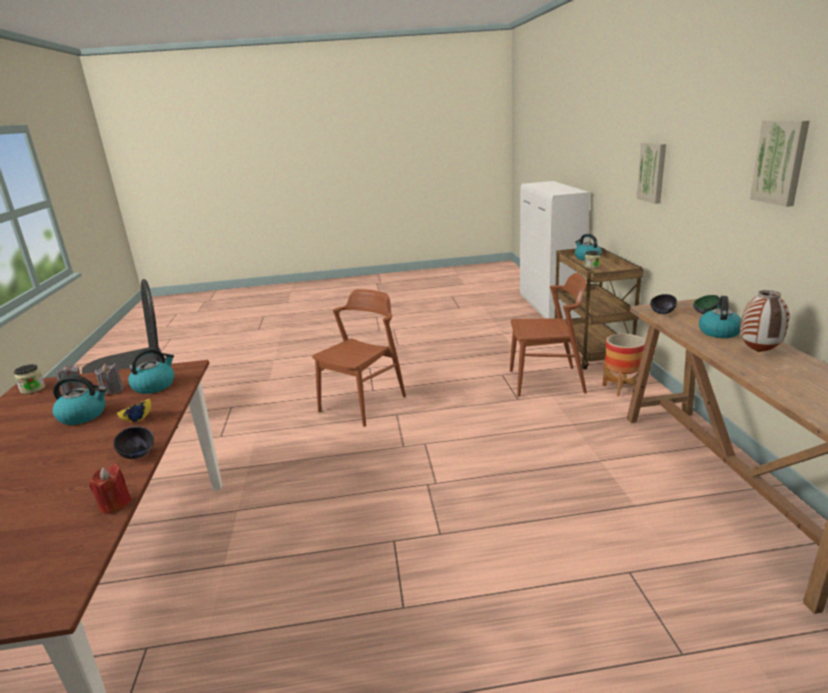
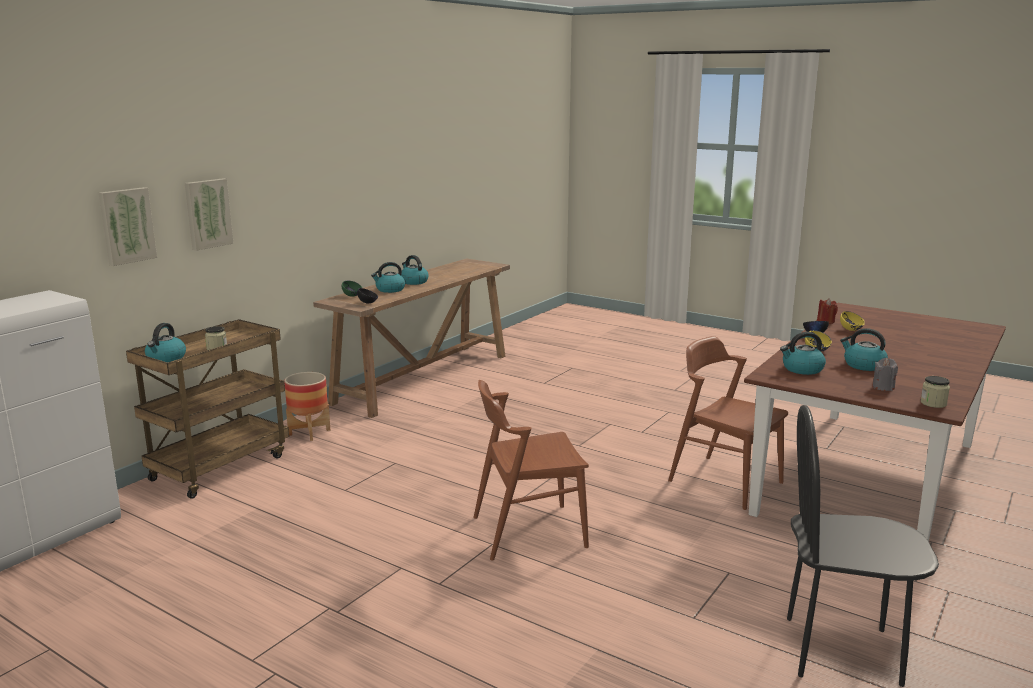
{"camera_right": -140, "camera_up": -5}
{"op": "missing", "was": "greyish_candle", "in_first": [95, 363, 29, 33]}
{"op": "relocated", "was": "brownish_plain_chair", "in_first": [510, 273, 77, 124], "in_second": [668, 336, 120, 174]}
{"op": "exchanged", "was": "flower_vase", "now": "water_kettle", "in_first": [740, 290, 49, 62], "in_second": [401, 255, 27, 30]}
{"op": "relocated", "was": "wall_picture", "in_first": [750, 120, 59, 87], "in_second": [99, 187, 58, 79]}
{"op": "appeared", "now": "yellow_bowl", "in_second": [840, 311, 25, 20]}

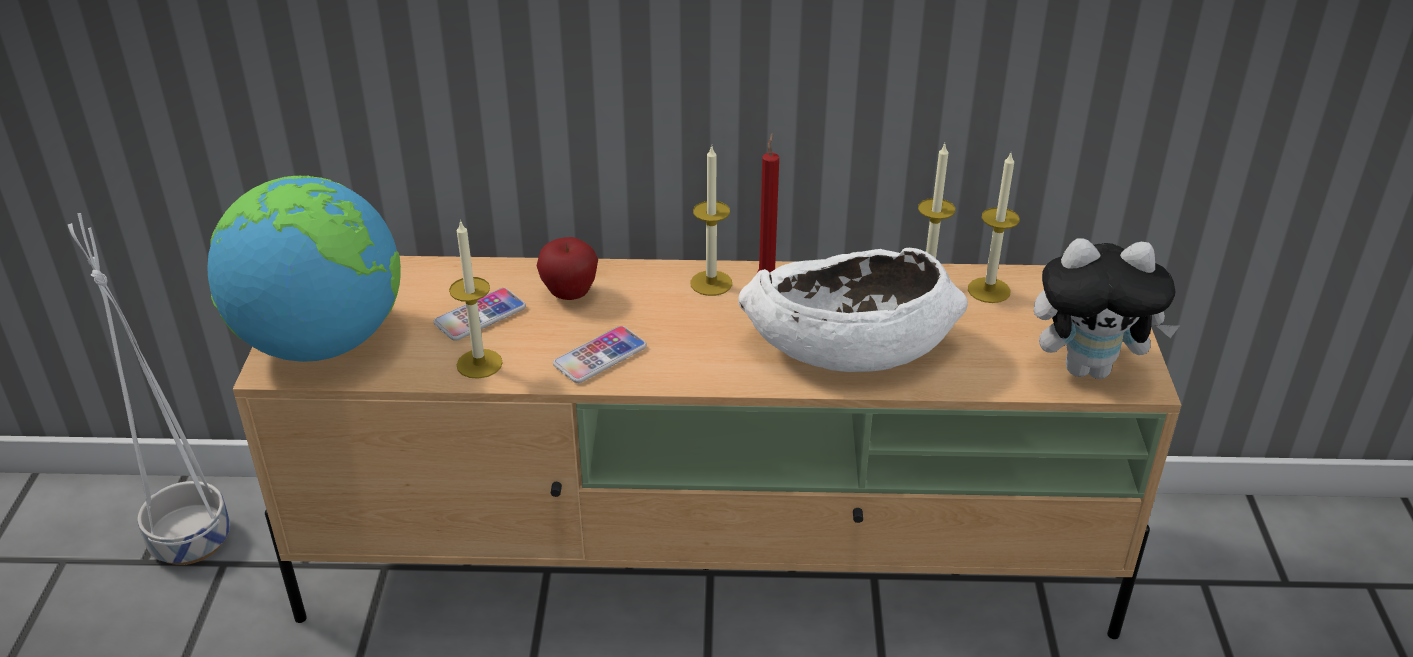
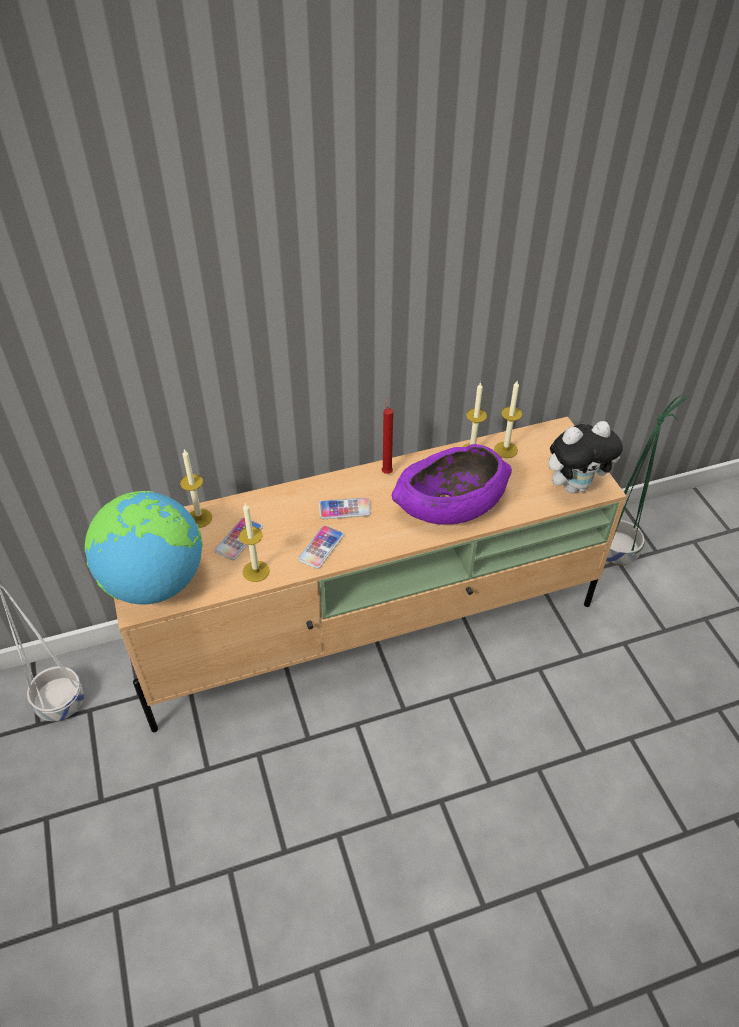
{"camera_right": -20, "camera_up": 10}
{"op": "missing", "was": "apple", "in_first": [537, 237, 61, 63]}
{"op": "relocated", "was": "candle", "in_first": [690, 146, 42, 150], "in_second": [180, 449, 32, 79]}
{"op": "colour", "was": "whitish_bowl", "now": "purplish_bowl", "in_first": [738, 248, 230, 124], "in_second": [392, 444, 120, 81]}
{"op": "appeared", "now": "telephone", "in_second": [319, 497, 52, 22]}
{"op": "appeared", "now": "green-coloured_flower_pot", "in_second": [606, 395, 81, 170]}

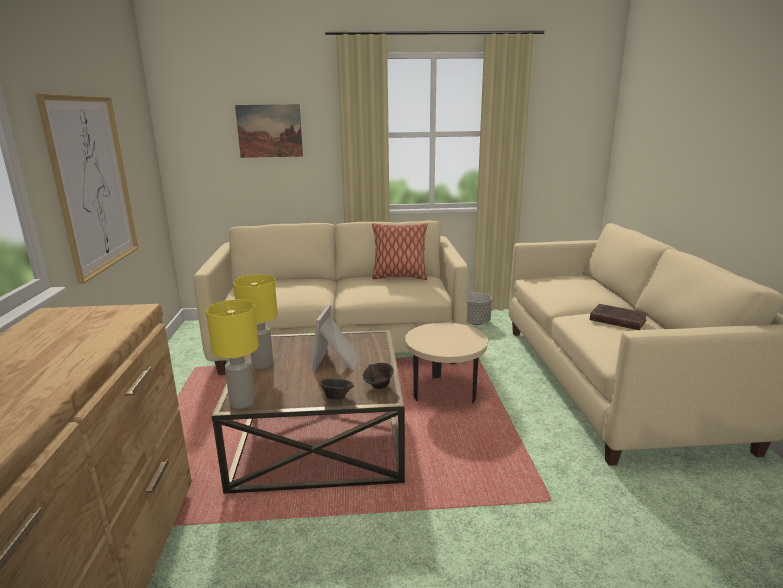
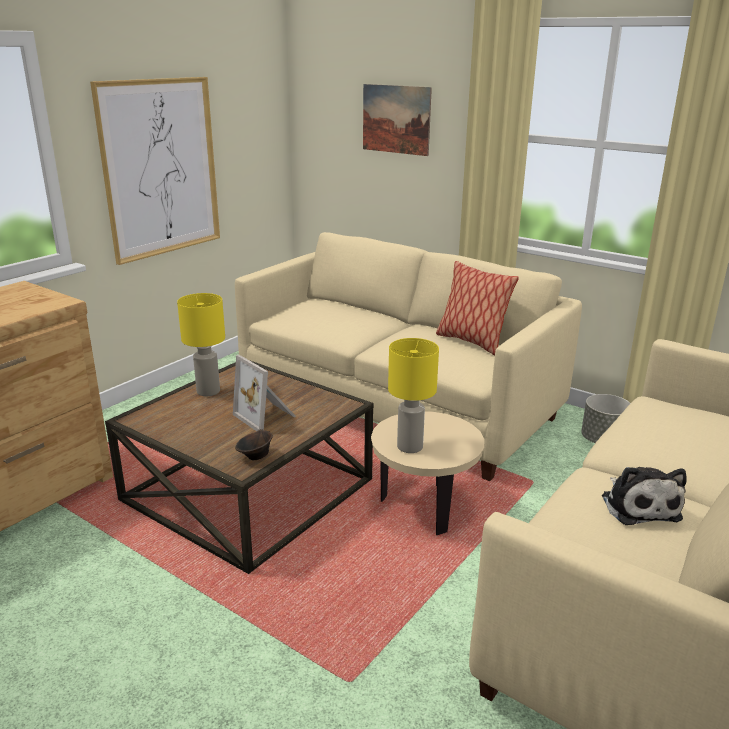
{"camera_right": 40, "camera_up": 5}
{"op": "relocated", "was": "yellow_table_lamp", "in_first": [206, 300, 53, 109], "in_second": [388, 338, 51, 115]}
{"op": "spun", "was": "picture_frame", "in_first": [312, 304, 48, 67], "in_second": [233, 355, 63, 76], "clockwise": -90}
{"op": "missing", "was": "brownish_bowl", "in_first": [319, 379, 35, 21]}
{"op": "exchanged", "was": "brownish_bound_book", "now": "plush_toy", "in_first": [590, 304, 58, 26], "in_second": [602, 467, 85, 58]}

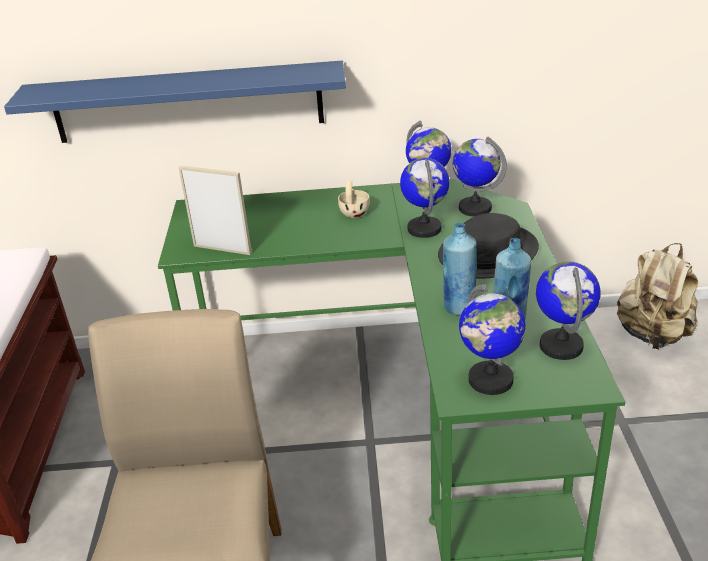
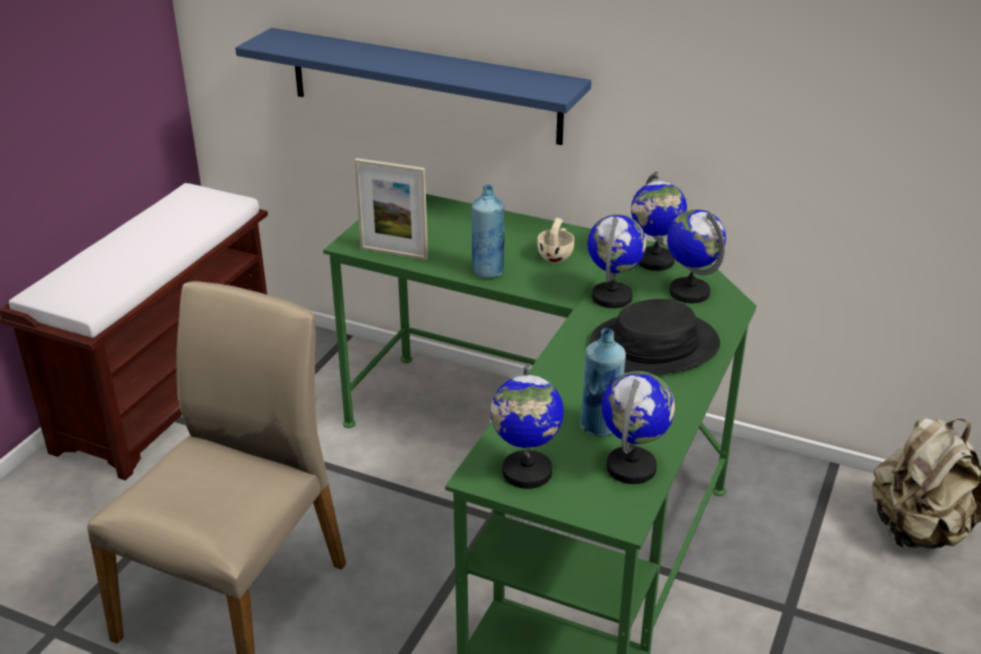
{"camera_right": 25, "camera_up": 0}
{"op": "spun", "was": "picture_frame", "in_first": [178, 165, 74, 90], "in_second": [355, 158, 73, 102], "clockwise": 150}
{"op": "relocated", "was": "bluish_drink_bottle", "in_first": [443, 223, 34, 93], "in_second": [472, 184, 33, 95]}

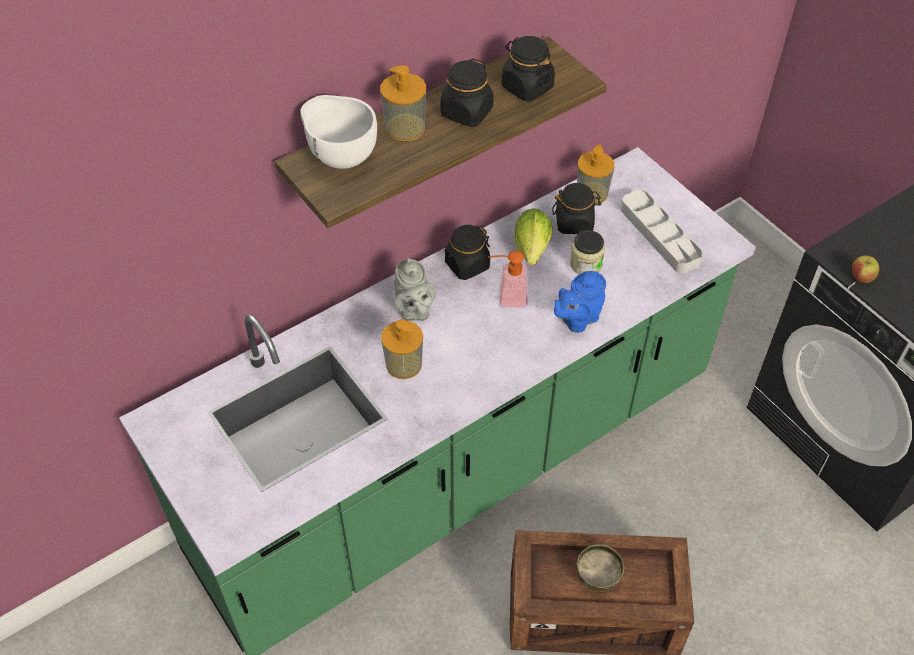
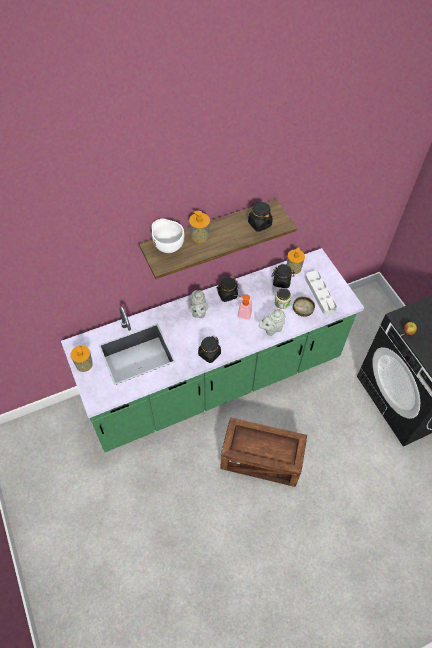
{"camera_right": 10, "camera_up": 5}
{"op": "relocated", "was": "liquid_soap_bottle", "in_first": [381, 319, 42, 60], "in_second": [71, 346, 22, 26]}
{"op": "relocated", "was": "black_jar", "in_first": [440, 58, 54, 69], "in_second": [198, 336, 23, 27]}
{"op": "missing", "was": "head_of_lettuce", "in_first": [514, 208, 38, 57]}
{"op": "colour", "was": "bluish_teapot", "now": "greyish_teapot", "in_first": [554, 271, 52, 62], "in_second": [259, 309, 27, 27]}
{"op": "relocated", "was": "bowl", "in_first": [576, 544, 48, 48], "in_second": [293, 296, 22, 21]}

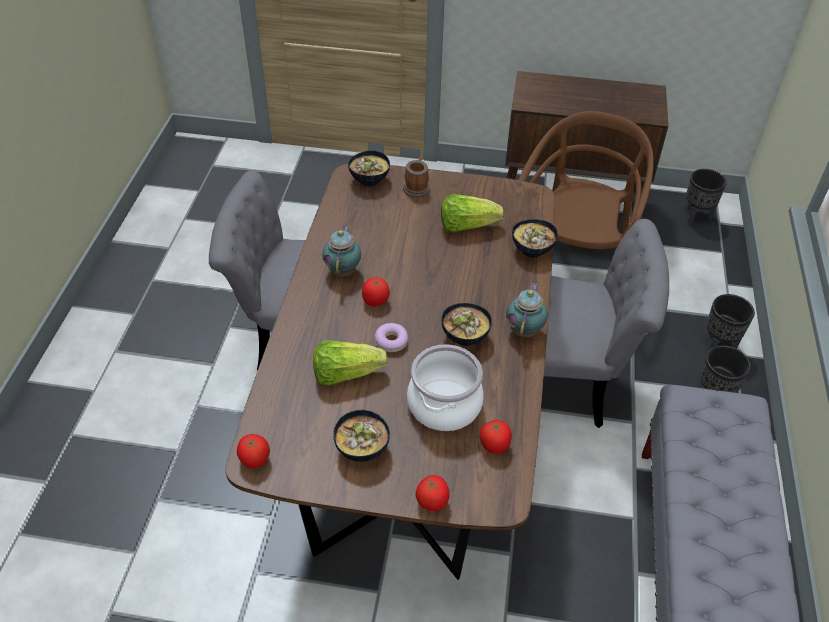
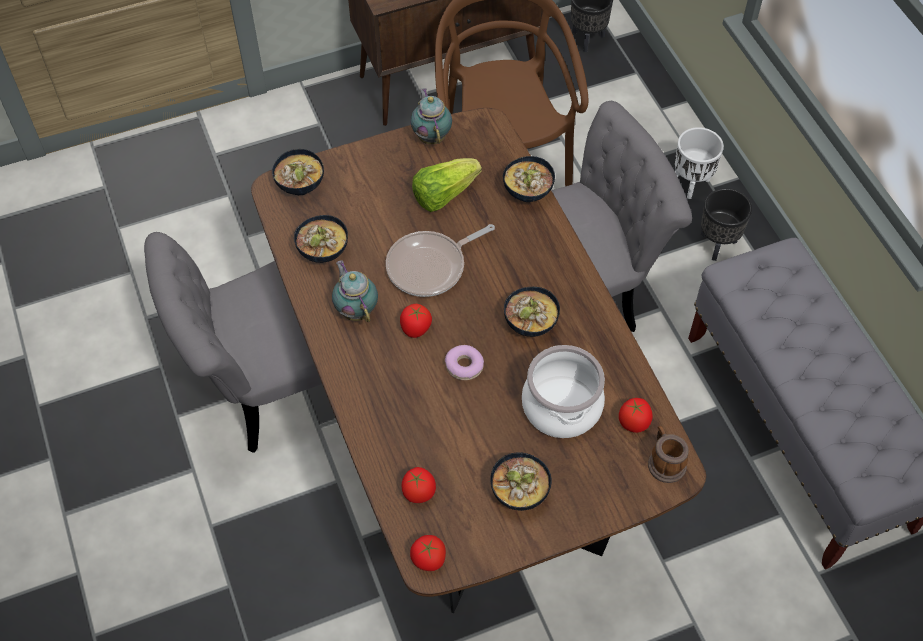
{"camera_right": -30, "camera_up": 10}
{"op": "missing", "was": "head_of_lettuce", "in_first": [313, 340, 75, 45]}
{"op": "relocated", "was": "coffee_mug", "in_first": [403, 157, 27, 40], "in_second": [648, 425, 41, 58]}
{"op": "relocated", "was": "tomato", "in_first": [416, 475, 34, 36], "in_second": [402, 467, 34, 36]}
{"op": "relocated", "was": "teapot", "in_first": [506, 283, 42, 54], "in_second": [410, 88, 42, 56]}
{"op": "colour", "was": "black_flower_pot", "now": "whitish_flower_pot", "in_first": [707, 294, 48, 55], "in_second": [675, 127, 49, 72]}
{"op": "appeared", "now": "bowl", "in_second": [294, 215, 54, 48]}
{"op": "appeared", "now": "pan", "in_second": [386, 224, 109, 73]}

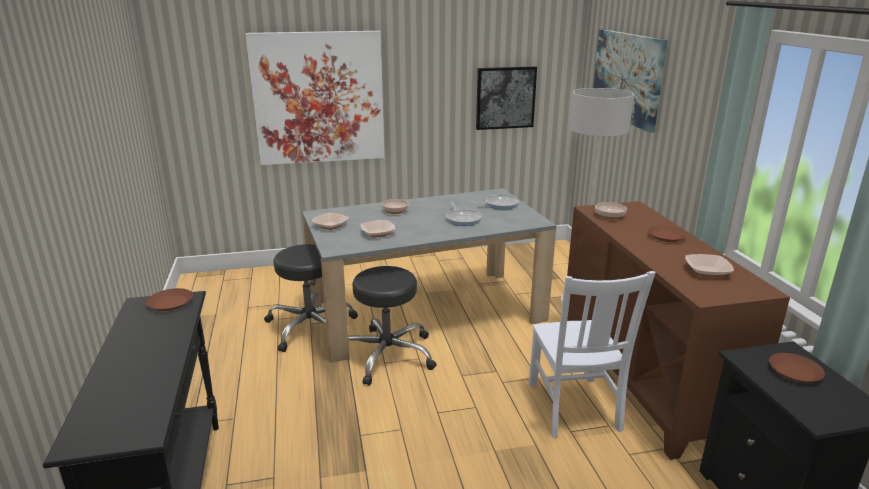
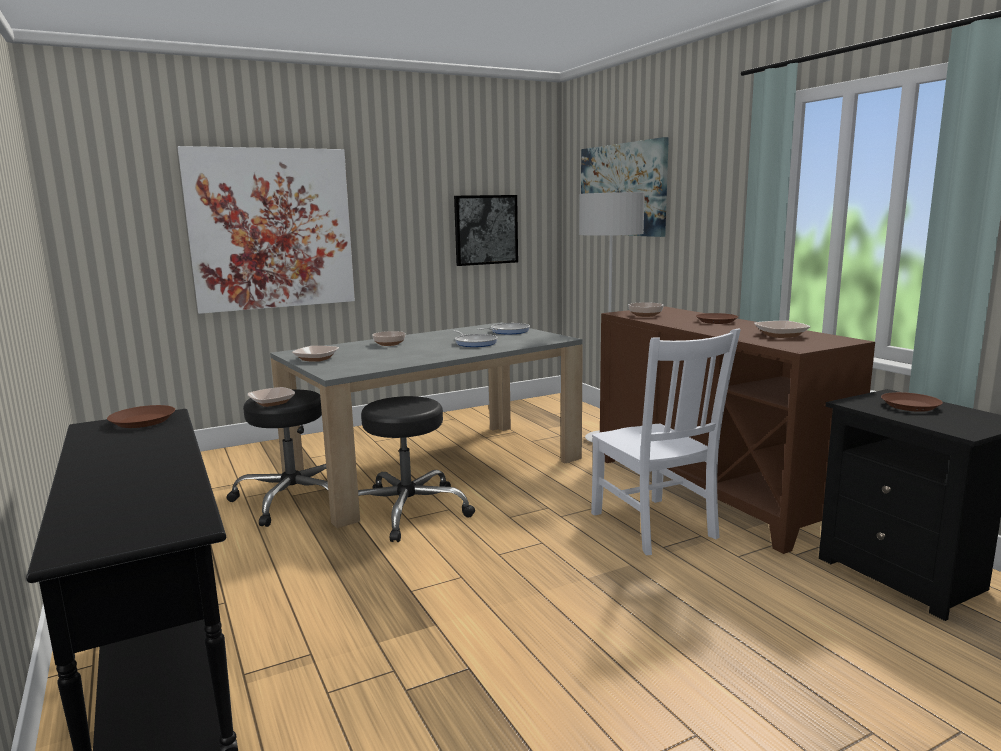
{"camera_right": -15, "camera_up": -10}
{"op": "relocated", "was": "bowl", "in_first": [360, 220, 36, 18], "in_second": [248, 387, 47, 20]}

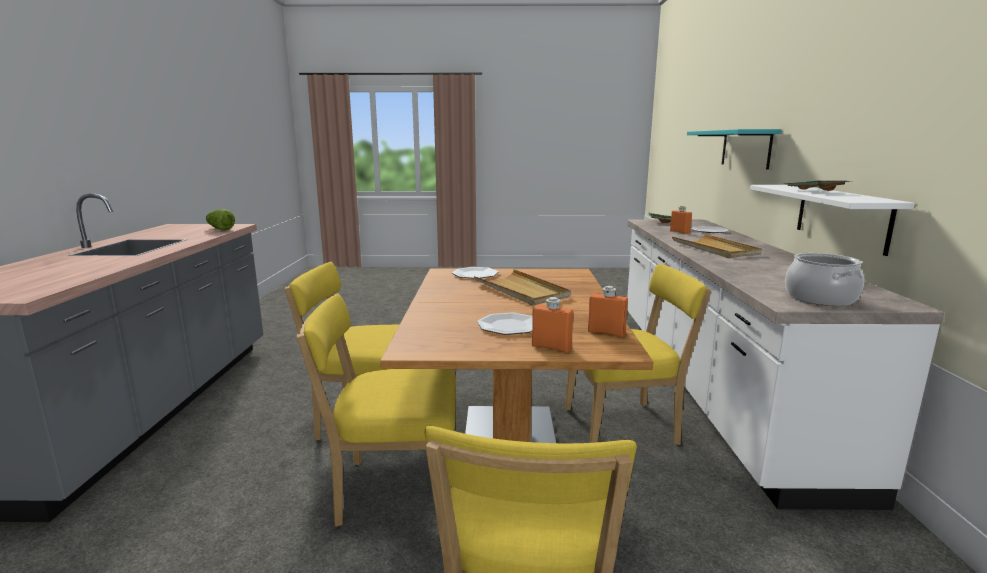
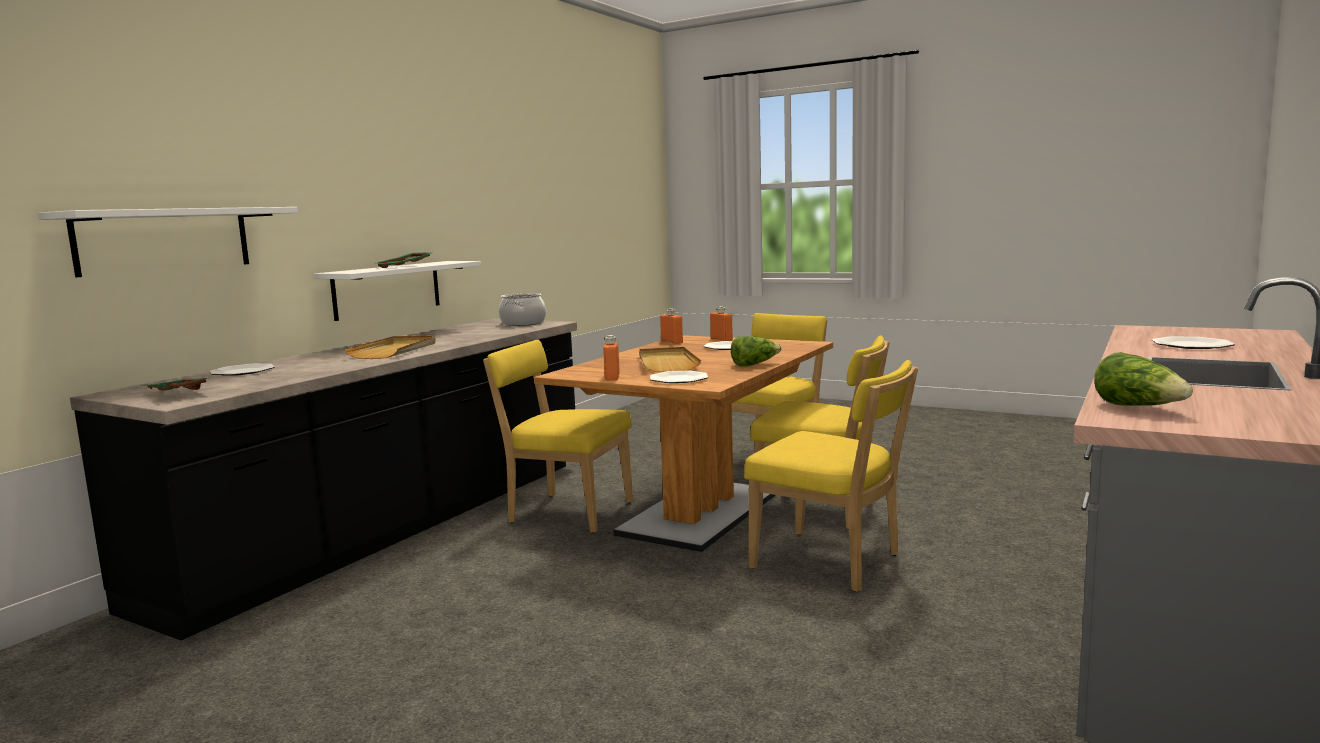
{"camera_right": -150, "camera_up": -5}
{"op": "colour", "was": "whitish_kitchen_base_unit", "now": "black_kitchen_base_unit", "in_first": [627, 220, 317, 290], "in_second": [70, 319, 507, 321]}
{"op": "relocated", "was": "orange-coloured_drink_bottle", "in_first": [670, 206, 22, 28], "in_second": [603, 335, 17, 46]}
{"op": "colour", "was": "turquoise_bracket_shelf", "now": "whitish_bracket_shelf", "in_first": [687, 129, 95, 41], "in_second": [38, 207, 260, 70]}
{"op": "appeared", "now": "head_of_lettuce", "in_second": [731, 336, 51, 31]}
{"op": "appeared", "now": "dinner_plate", "in_second": [1152, 337, 83, 12]}

